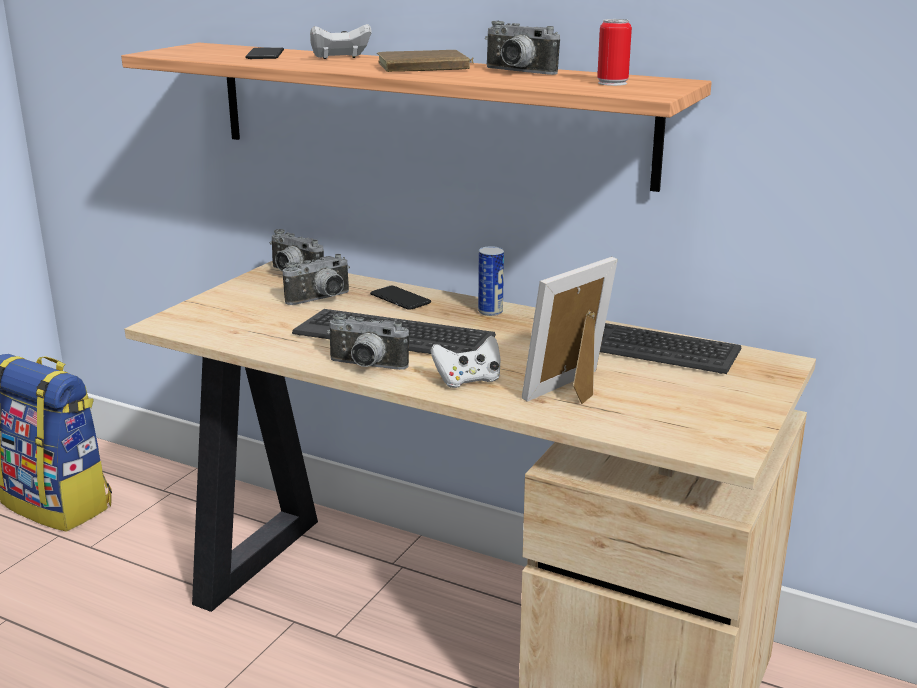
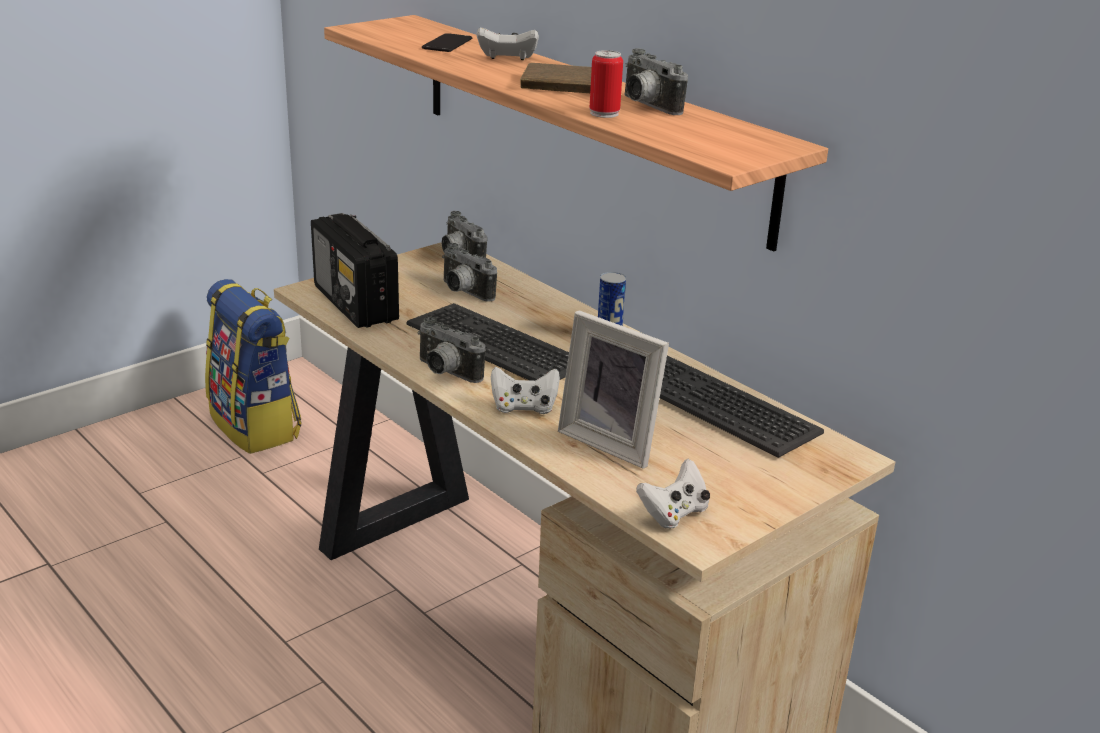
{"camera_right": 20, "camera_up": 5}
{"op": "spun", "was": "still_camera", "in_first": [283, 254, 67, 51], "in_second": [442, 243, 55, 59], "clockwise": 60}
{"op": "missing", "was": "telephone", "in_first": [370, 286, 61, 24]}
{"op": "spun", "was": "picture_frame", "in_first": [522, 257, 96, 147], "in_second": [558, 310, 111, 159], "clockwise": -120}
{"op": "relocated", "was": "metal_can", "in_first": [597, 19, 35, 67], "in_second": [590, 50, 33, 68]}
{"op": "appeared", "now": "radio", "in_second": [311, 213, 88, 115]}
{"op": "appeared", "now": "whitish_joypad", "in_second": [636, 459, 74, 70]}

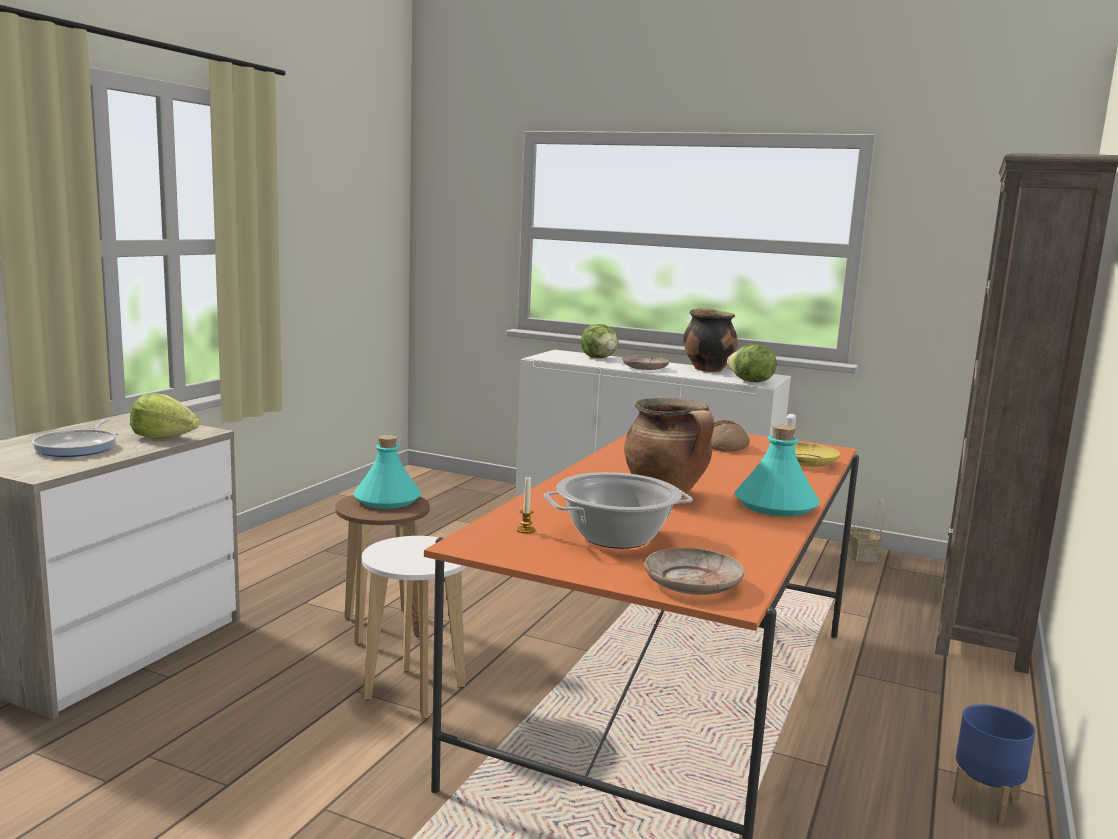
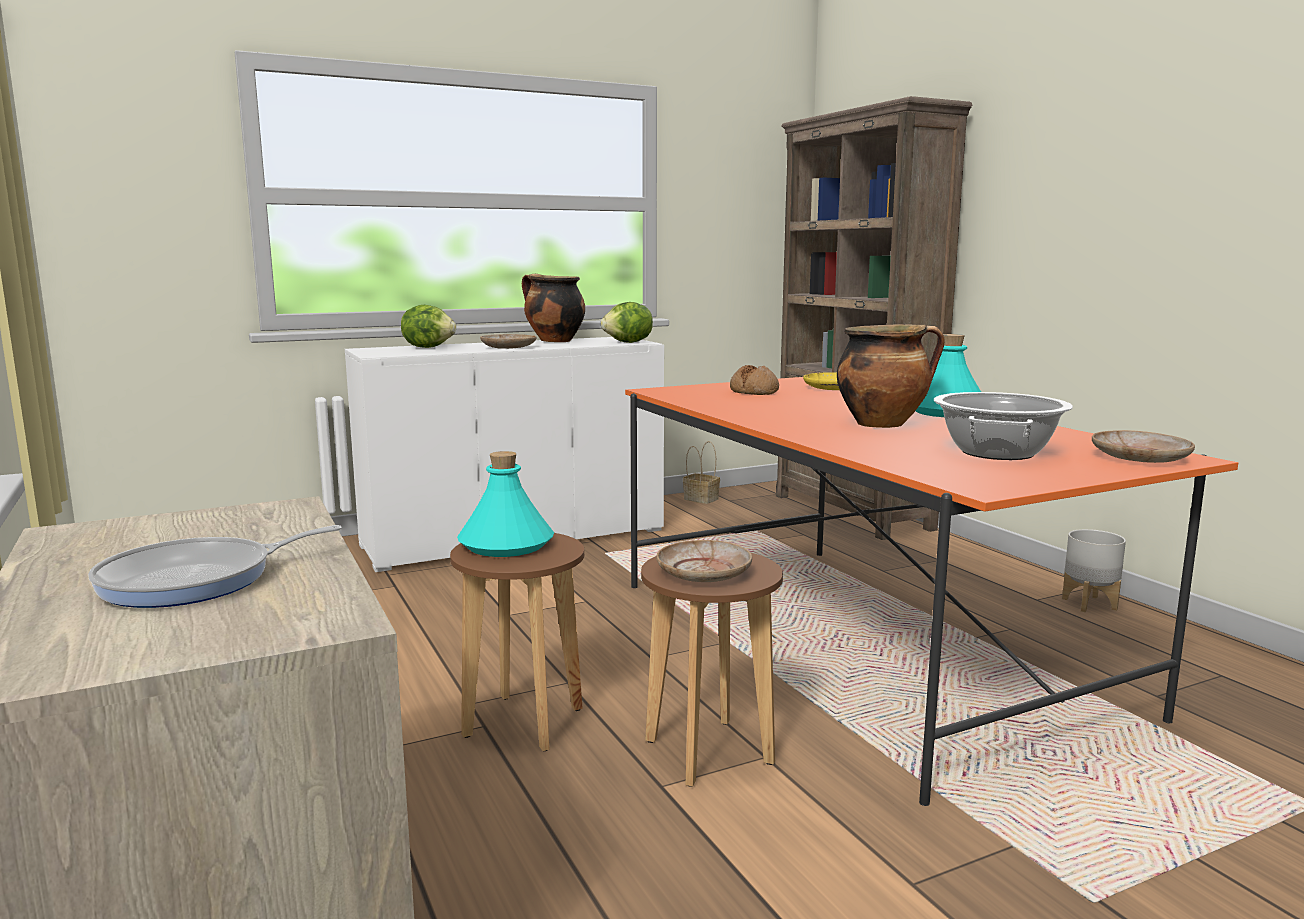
{"camera_right": -50, "camera_up": 0}
{"op": "spun", "was": "pan", "in_first": [32, 419, 84, 38], "in_second": [88, 525, 254, 83], "clockwise": 105}
{"op": "missing", "was": "head_of_lettuce", "in_first": [130, 393, 70, 46]}
{"op": "colour", "was": "whitish_sitting_stool", "now": "brownish_sitting_stool", "in_first": [362, 536, 105, 183], "in_second": [641, 553, 142, 234]}
{"op": "missing", "was": "candle", "in_first": [516, 477, 20, 57]}
{"op": "colour", "was": "bluish_flower_pot", "now": "greyish_flower_pot", "in_first": [952, 704, 83, 119], "in_second": [1062, 529, 64, 83]}
{"op": "appeared", "now": "beige-coloured_dinner_plate", "in_second": [656, 540, 96, 42]}

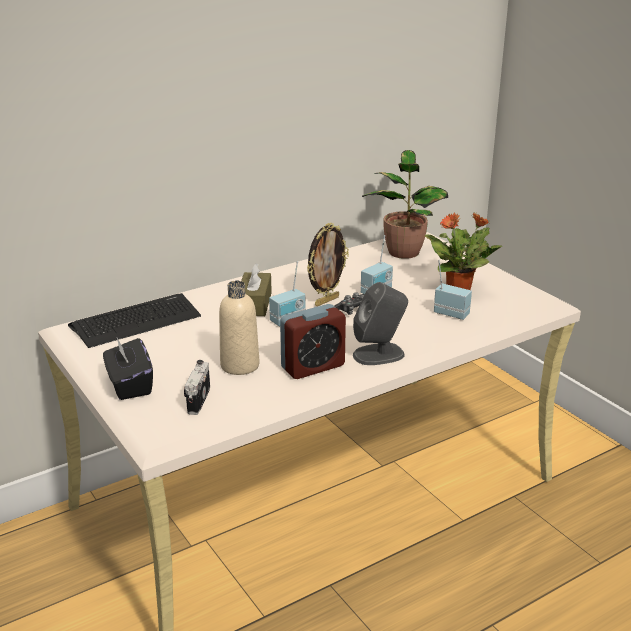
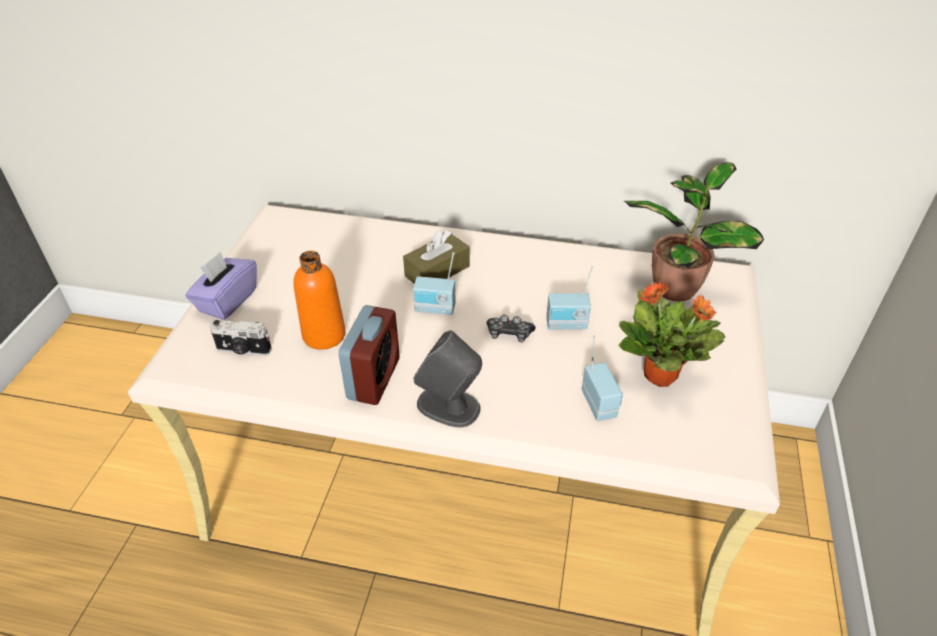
{"camera_right": 45, "camera_up": 15}
{"op": "missing", "was": "computer_keyboard", "in_first": [68, 293, 133, 55]}
{"op": "colour", "was": "black_box_of_tissues", "now": "purplish_box_of_tissues", "in_first": [103, 338, 50, 62], "in_second": [185, 252, 72, 68]}
{"op": "spun", "was": "still_camera", "in_first": [184, 360, 26, 55], "in_second": [210, 320, 62, 36], "clockwise": -135}
{"op": "colour", "was": "beige-coloured_drink_bottle", "now": "orange-coloured_drink_bottle", "in_first": [219, 281, 40, 94], "in_second": [293, 251, 53, 99]}
{"op": "spun", "was": "table_clock", "in_first": [280, 304, 66, 75], "in_second": [339, 305, 61, 100], "clockwise": -90}
{"op": "missing", "was": "picture_frame", "in_first": [307, 223, 42, 83]}

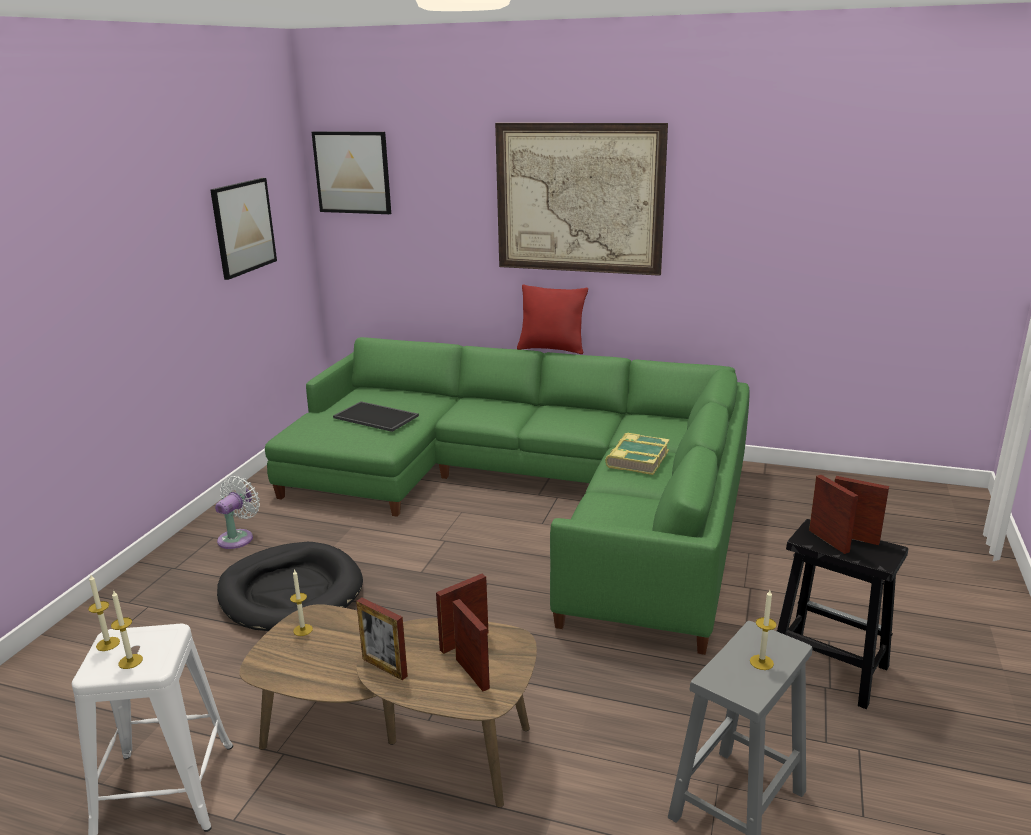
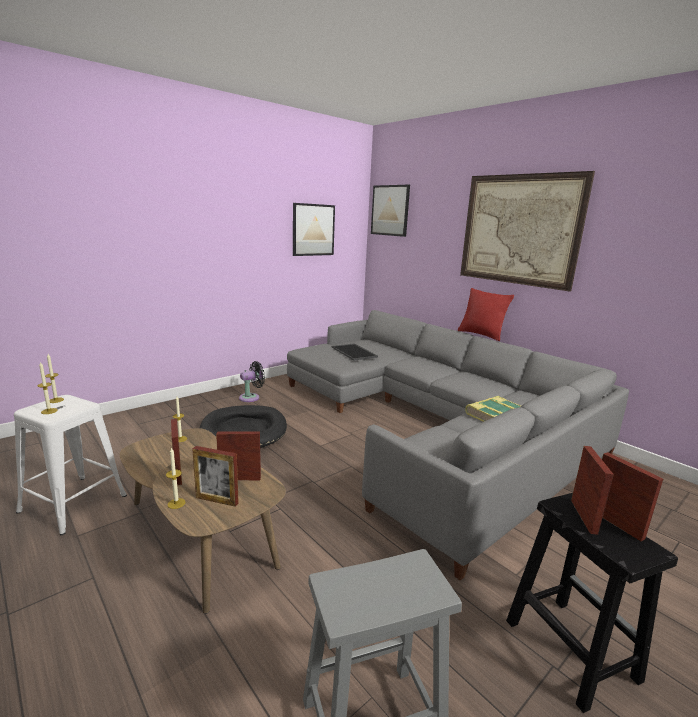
{"camera_right": 30, "camera_up": -5}
{"op": "colour", "was": "whitish_electric_fan", "now": "black_electric_fan", "in_first": [215, 476, 45, 73], "in_second": [239, 361, 26, 41]}
{"op": "colour", "was": "green-coloured_sofa", "now": "greyish_sofa", "in_first": [265, 337, 484, 318], "in_second": [287, 310, 342, 271]}
{"op": "spun", "was": "picture_frame", "in_first": [453, 599, 37, 92], "in_second": [192, 446, 47, 61], "clockwise": 105}
{"op": "relocated", "was": "candle", "in_first": [750, 590, 27, 80], "in_second": [166, 447, 20, 62]}

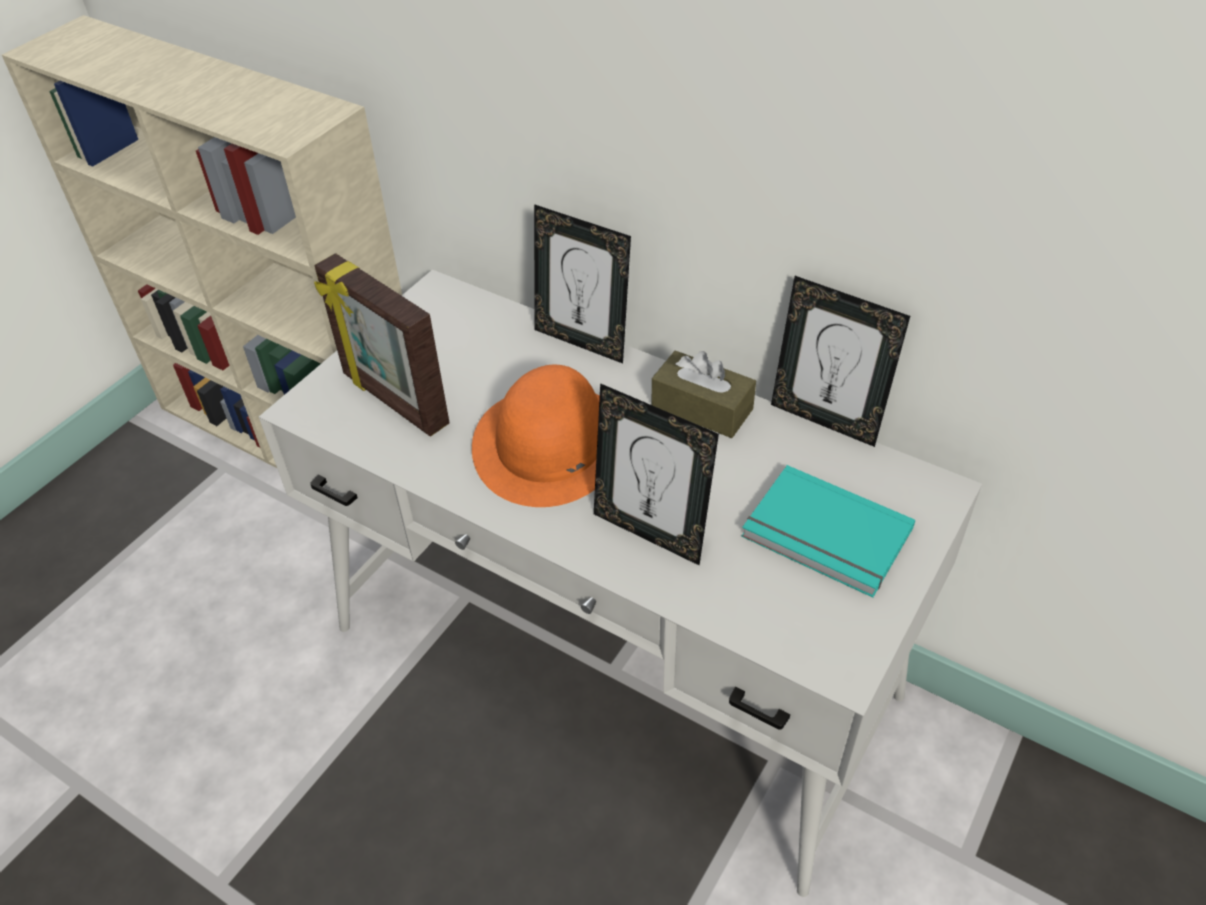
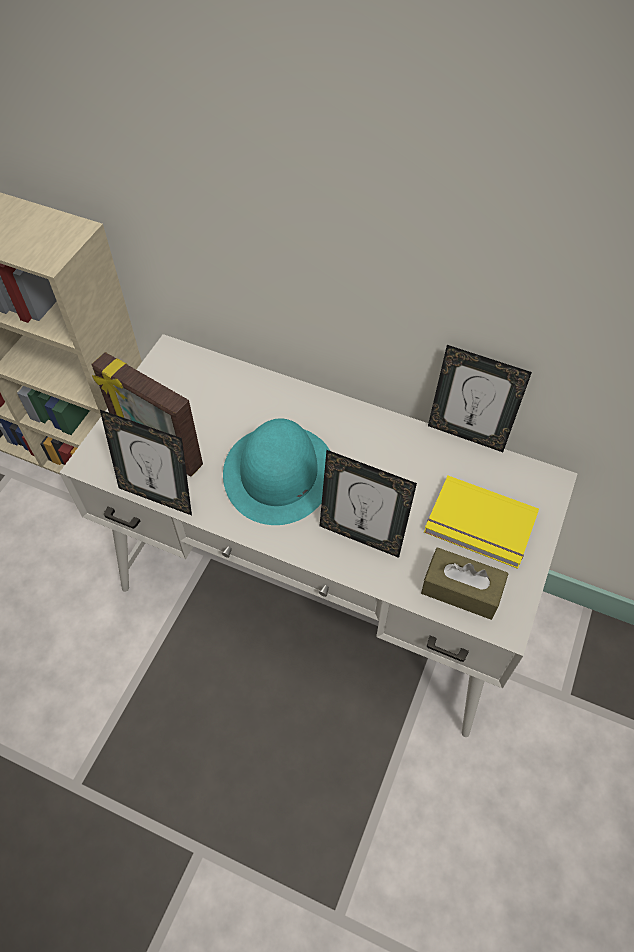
{"camera_right": -10, "camera_up": 10}
{"op": "colour", "was": "orange-coloured_clothing_hat", "now": "turquoise_clothing_hat", "in_first": [472, 365, 128, 142], "in_second": [223, 418, 107, 107]}
{"op": "relocated", "was": "picture_frame", "in_first": [534, 204, 97, 159], "in_second": [100, 410, 92, 105]}
{"op": "relocated", "was": "brownish_box_of_tissues", "in_first": [652, 350, 104, 88], "in_second": [421, 547, 88, 73]}
{"op": "colour", "was": "turquoise_bound_book", "now": "yellow_bound_book", "in_first": [741, 465, 174, 132], "in_second": [424, 476, 115, 93]}

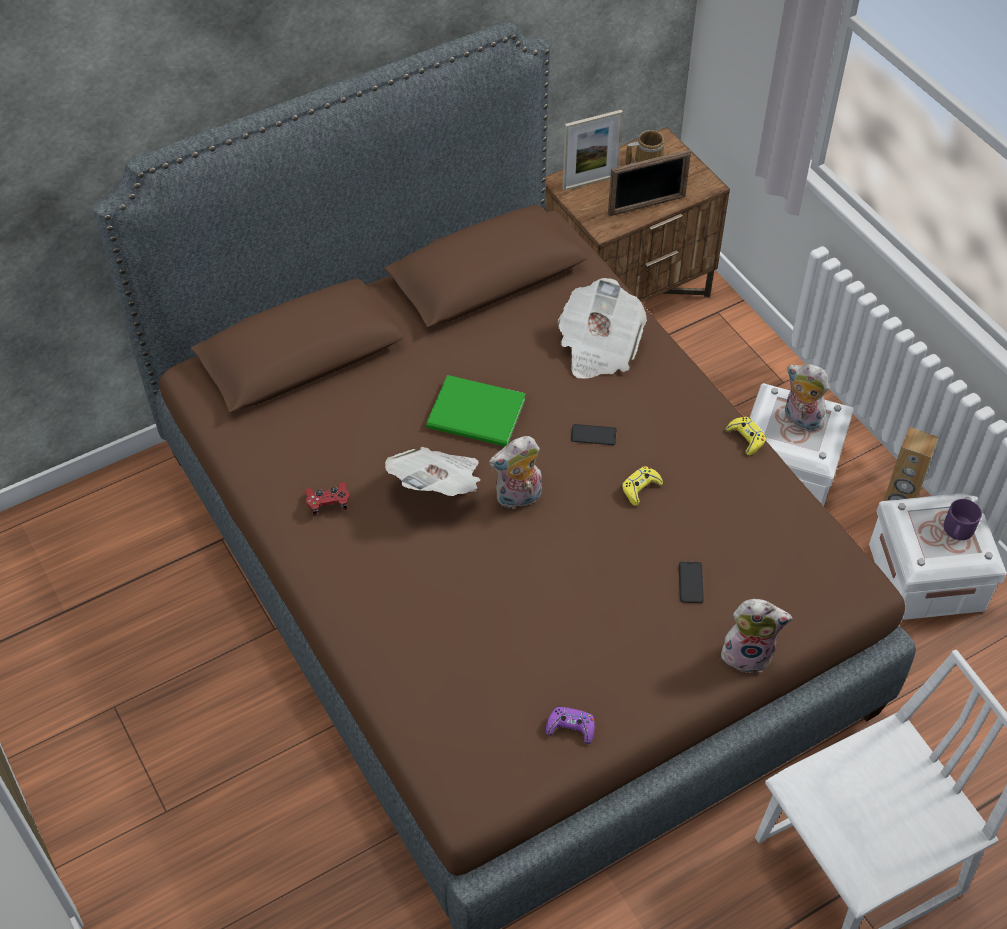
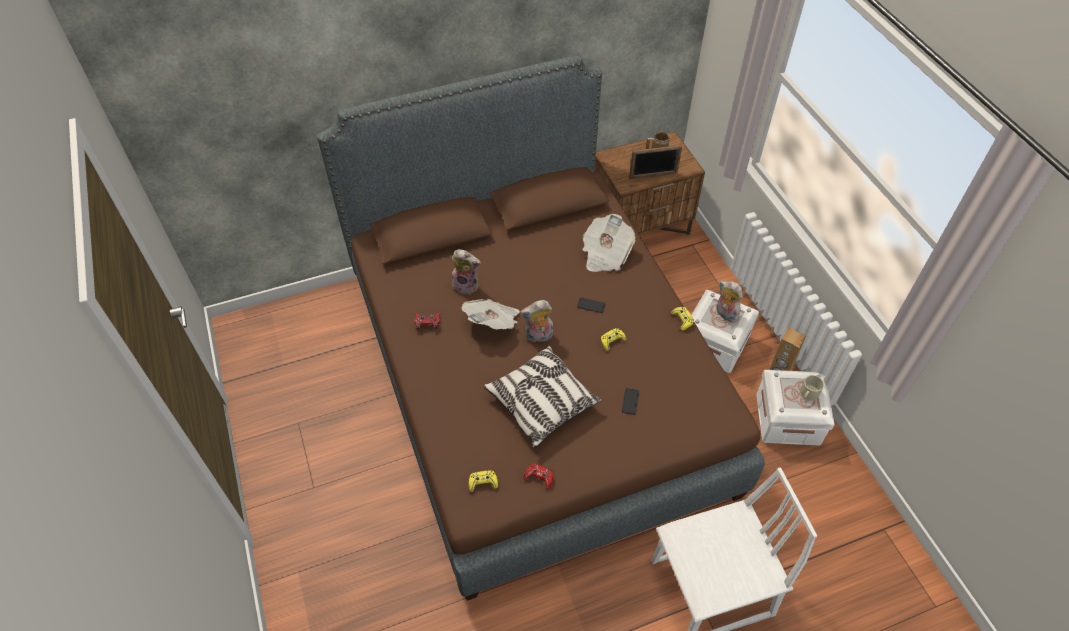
{"camera_right": 10, "camera_up": 0}
{"op": "missing", "was": "green-coloured_bound_book", "in_first": [426, 375, 100, 71]}
{"op": "colour", "was": "purplish_joypad", "now": "red_joypad", "in_first": [546, 706, 49, 38], "in_second": [524, 464, 29, 25]}
{"op": "missing", "was": "picture_frame", "in_first": [562, 110, 61, 81]}
{"op": "relocated", "was": "plush_toy", "in_first": [721, 599, 72, 74], "in_second": [452, 249, 29, 45]}
{"op": "colour", "was": "purplish_coffee_mug", "now": "beige-coloured_coffee_mug", "in_first": [944, 499, 38, 41], "in_second": [800, 375, 24, 26]}
{"op": "appeared", "now": "yellow_joypad", "in_second": [469, 470, 29, 22]}
{"op": "appeared", "now": "cushion", "in_second": [483, 345, 118, 103]}

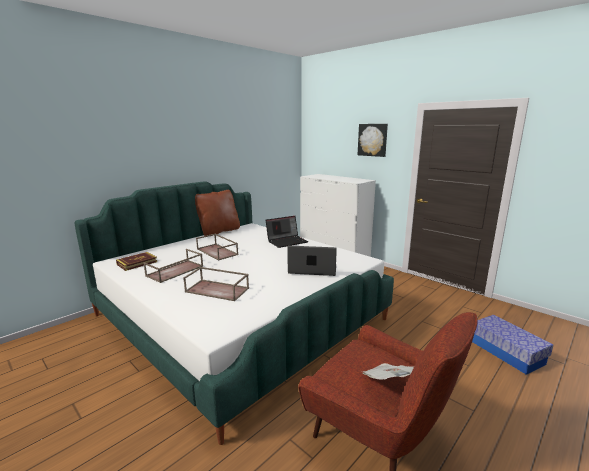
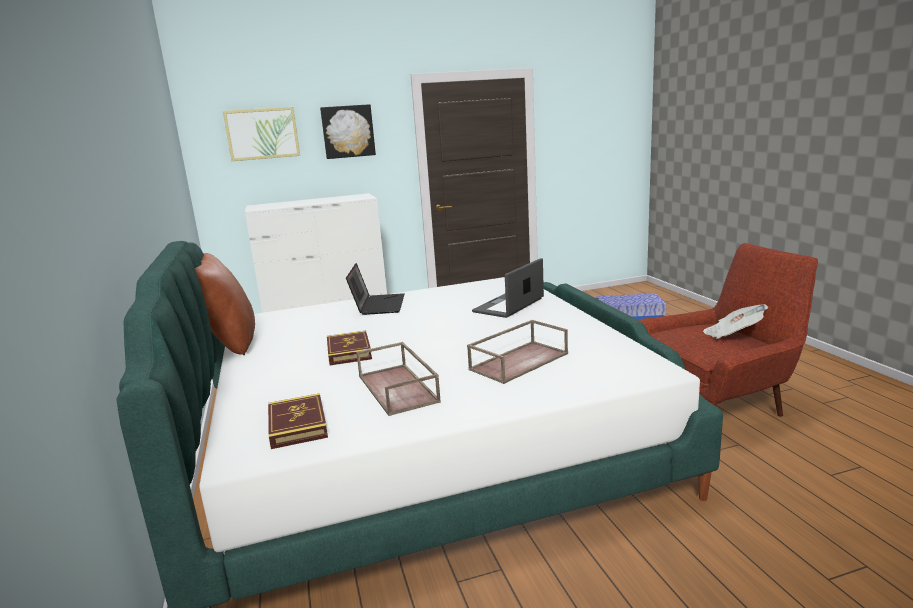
{"camera_right": -60, "camera_up": 0}
{"op": "exchanged", "was": "brownish_carrying_tray", "now": "bound_book", "in_first": [196, 234, 42, 27], "in_second": [327, 331, 45, 34]}
{"op": "appeared", "now": "wall_picture", "in_second": [223, 107, 77, 54]}

